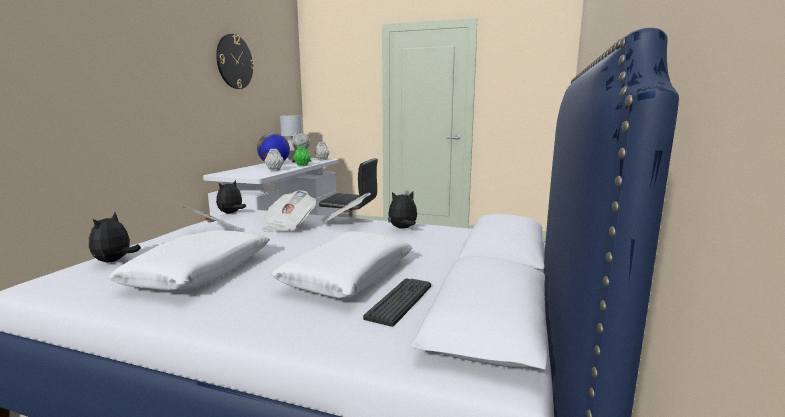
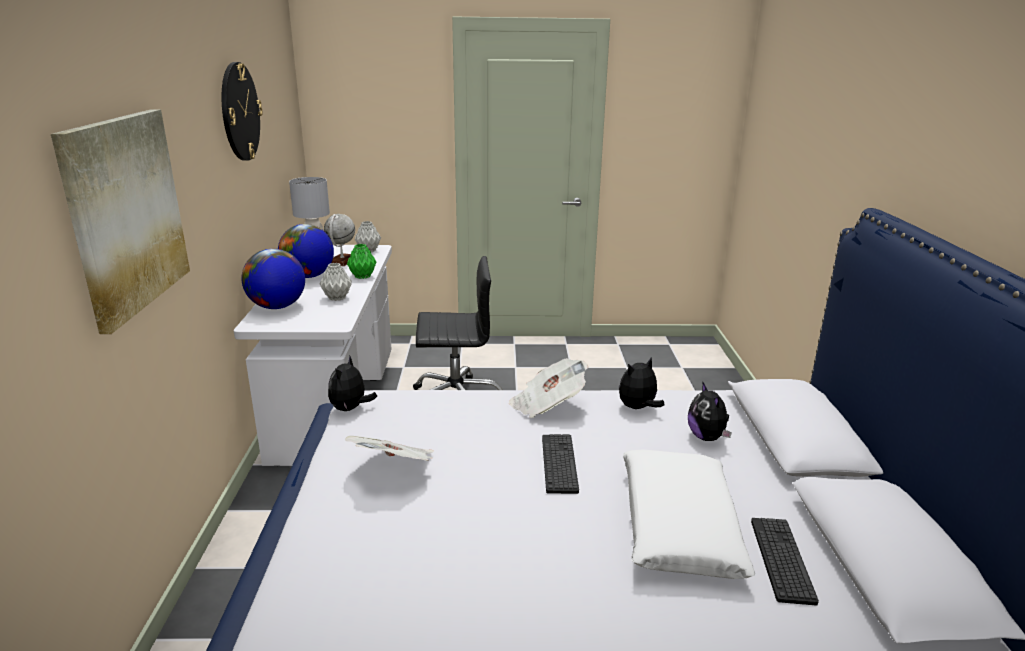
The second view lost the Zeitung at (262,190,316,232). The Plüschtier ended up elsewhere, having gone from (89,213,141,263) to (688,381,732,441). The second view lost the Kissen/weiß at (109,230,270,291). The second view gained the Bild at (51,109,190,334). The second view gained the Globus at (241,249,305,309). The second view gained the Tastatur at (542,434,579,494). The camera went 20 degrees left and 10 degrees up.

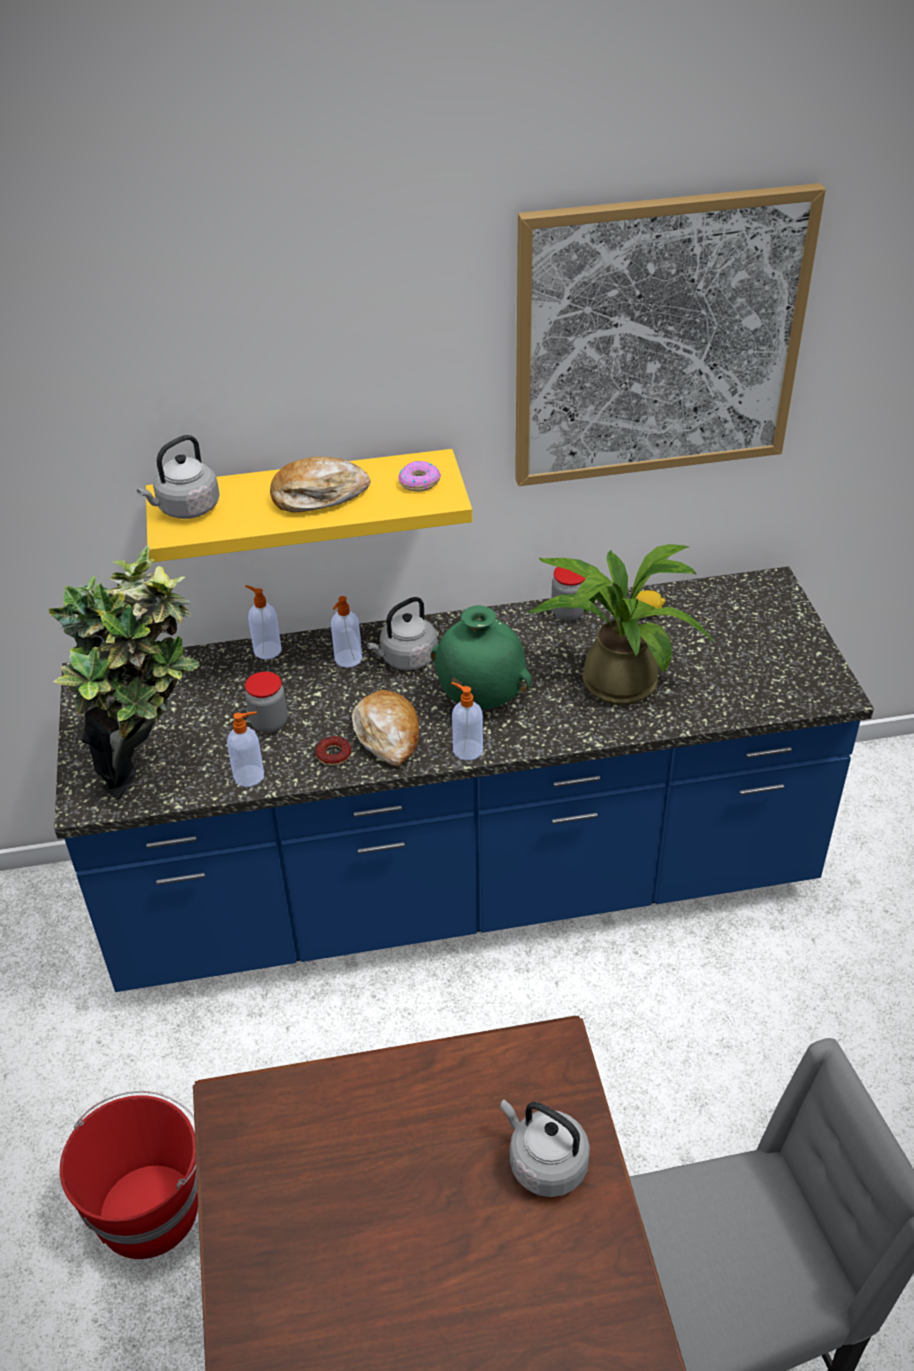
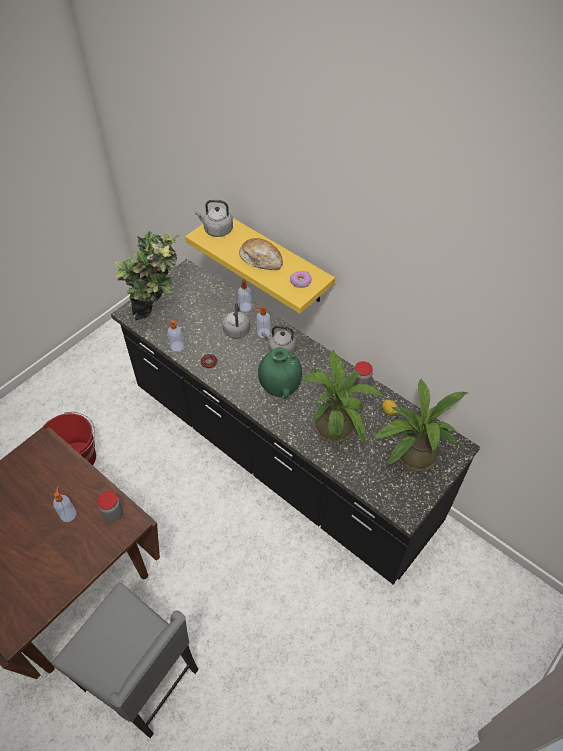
The second view lost the Bild at (515,183,826,486). What was the Küchenzeile/blau at (54,566,874,992) turned into the Küchenzeile/schwarz at (111,259,480,585). The Vorratsglas ended up elsewhere, having gone from (245,672,287,733) to (97,491,123,522). The Seifenspender ended up elsewhere, having gone from (451,682,483,760) to (53,485,76,522). The second view lost the Brot at (352,690,419,767). The Wasserkessel/grau ended up elsewhere, having gone from (500,1099,590,1197) to (222,303,250,339). The second view gained the Topfpflanze at (373,379,467,471). The camera went 50 degrees right and 10 degrees up.

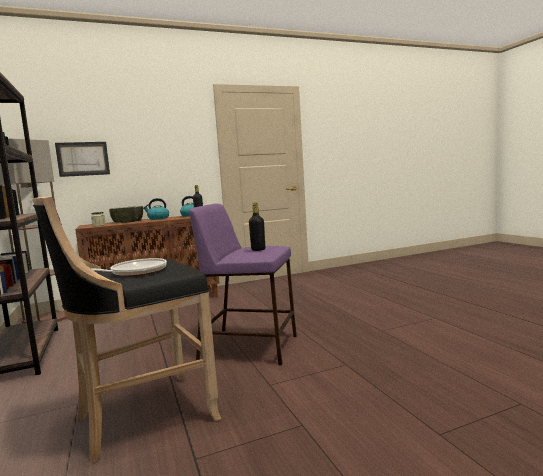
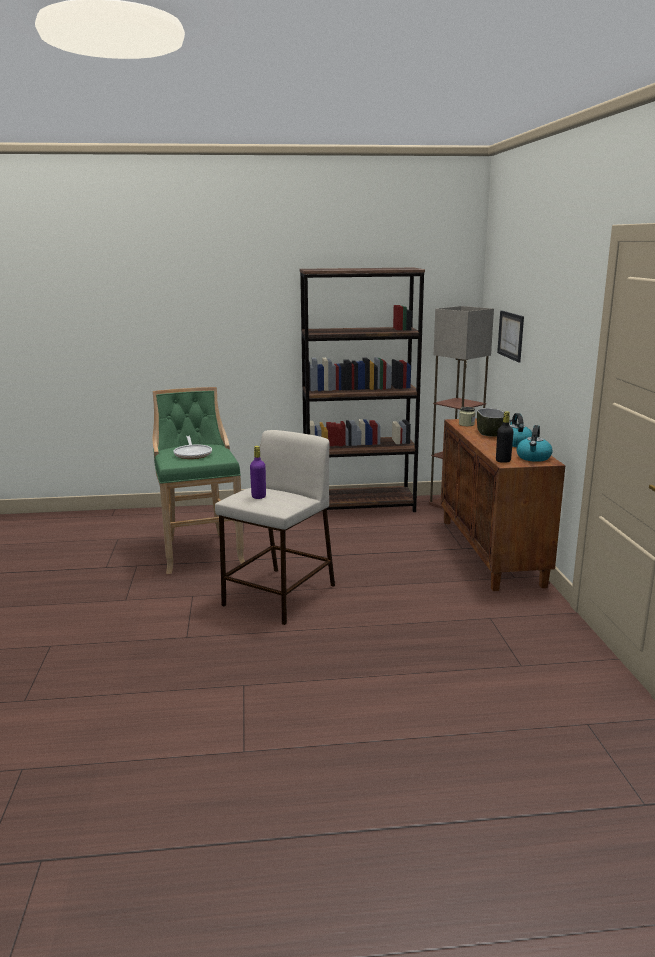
What was the Hocker/schwarz at (32,196,222,462) turned into the Hocker/grün at (153,387,245,574). What was the Flasche/schwarz at (249,203,265,251) turned into the Flasche/lila at (250,446,266,499). What was the Hocker/lila at (189,204,297,365) turned into the Hocker/beige at (215,430,335,625). The camera went 105 degrees right and 10 degrees up.

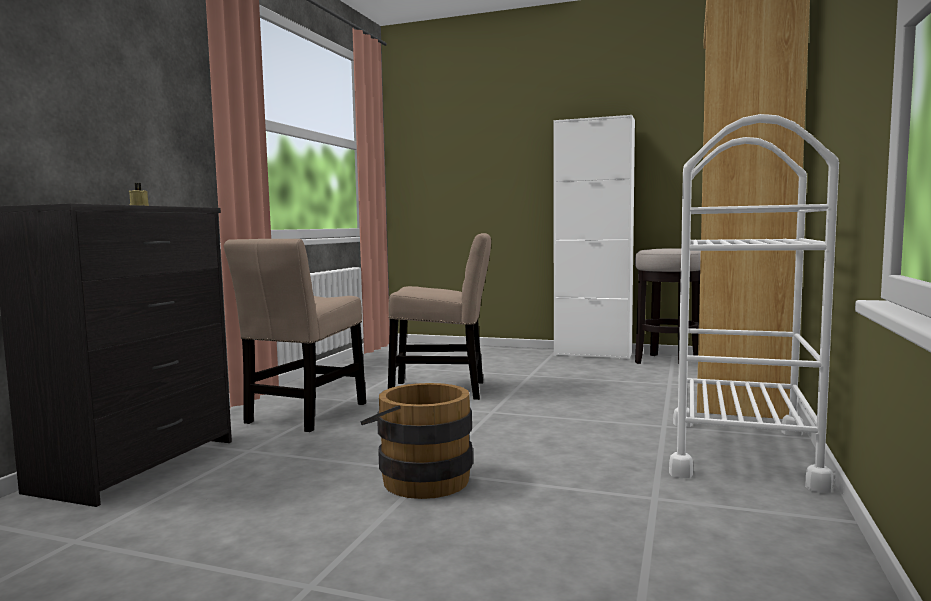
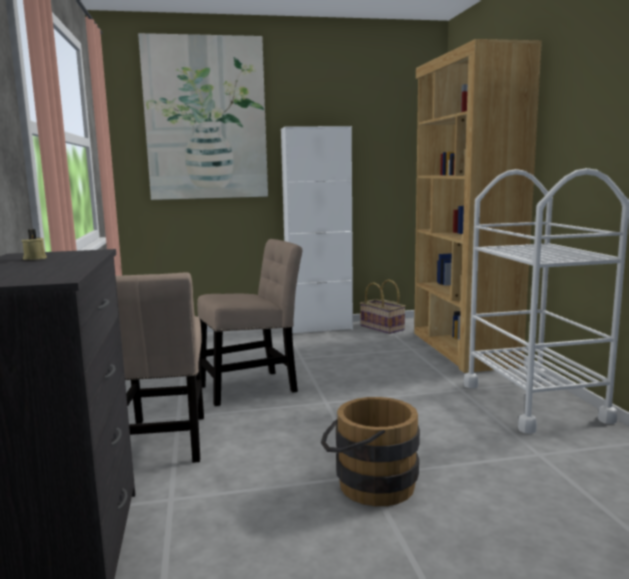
Where the Hocker stood at (635,248,701,364), the Korb came to stand at (360,279,406,334). The second view gained the Bild at (138,33,268,200). The camera went 30 degrees left and 5 degrees up.

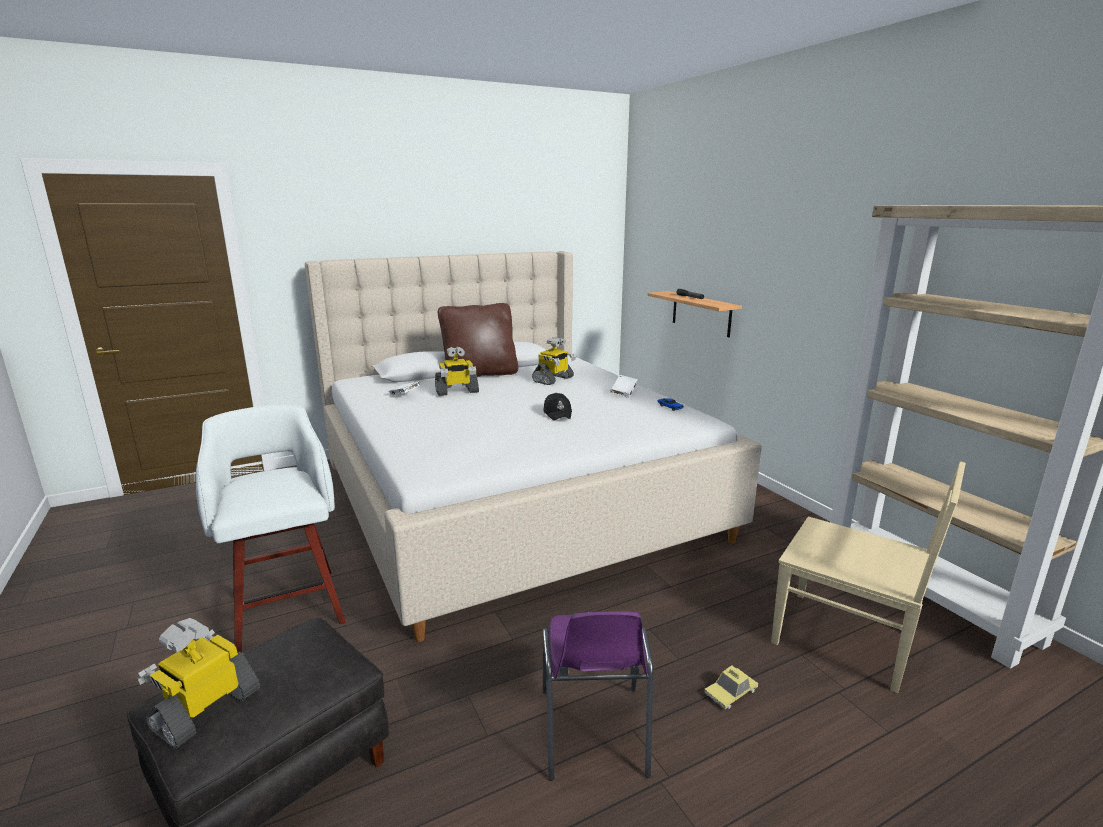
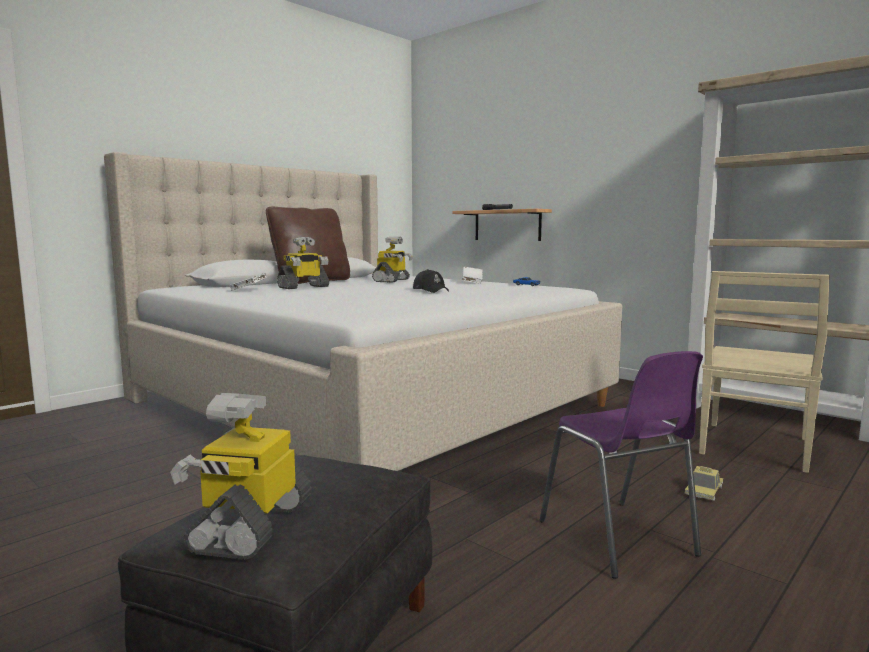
The second view lost the Hocker/weiß at (196,405,346,653). The Stuhl/beige at (771,462,966,693) ended up facing another way, 105 degrees clockwise from before. The camera went 20 degrees left and 10 degrees down.

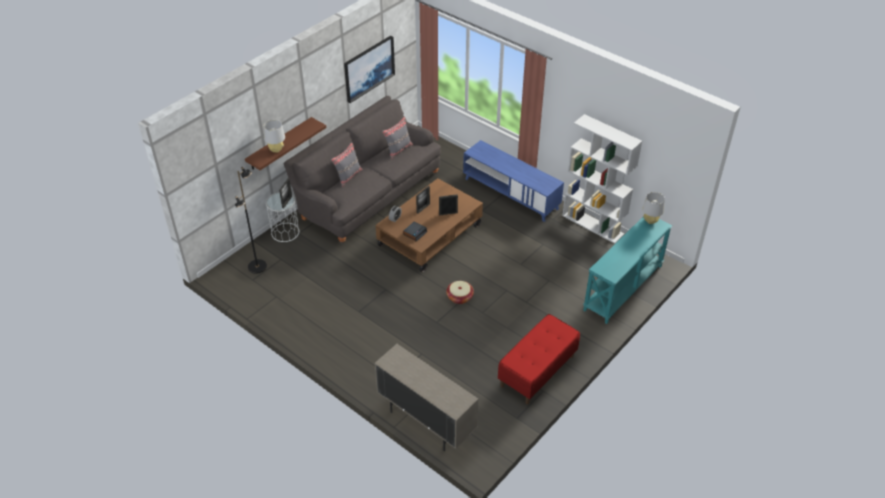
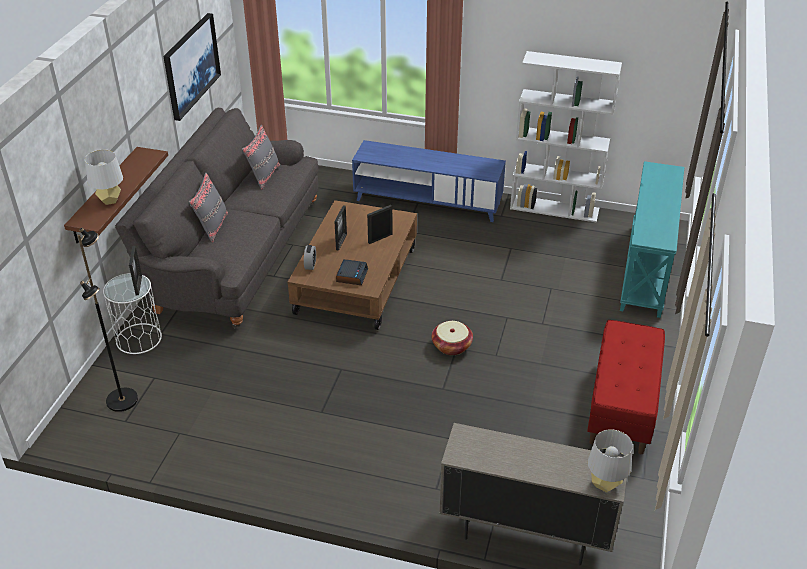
The Tischlampe/grau ended up elsewhere, having gone from (642,192,665,224) to (588,429,633,493). The camera went 25 degrees left and 5 degrees down.

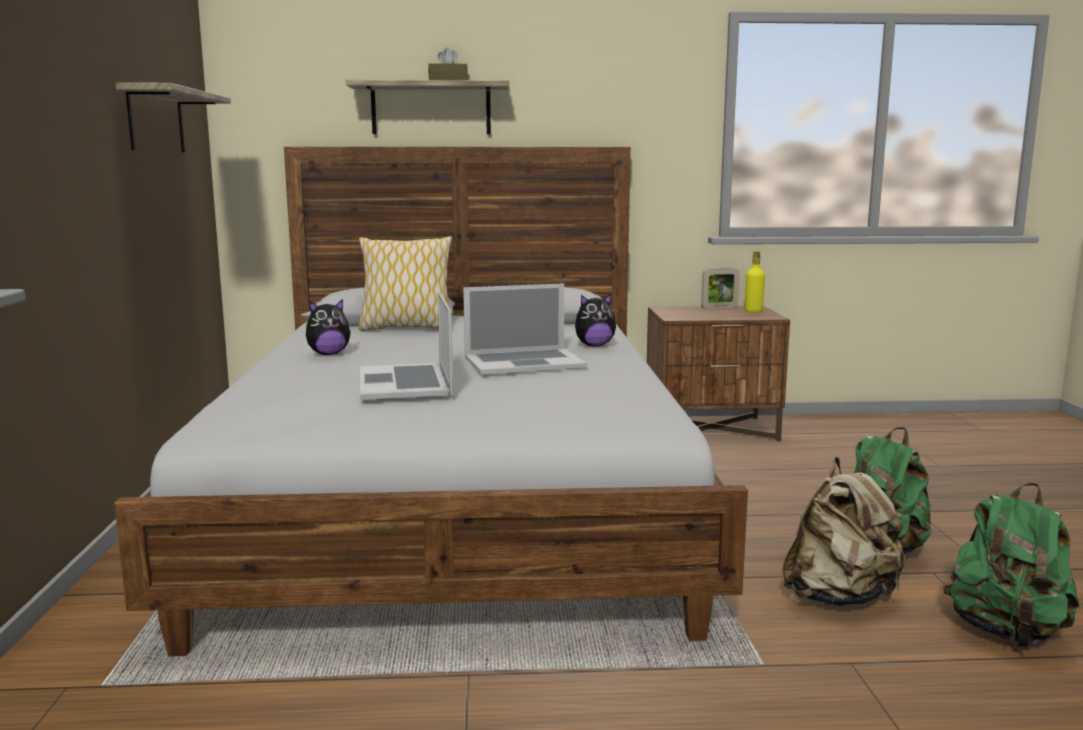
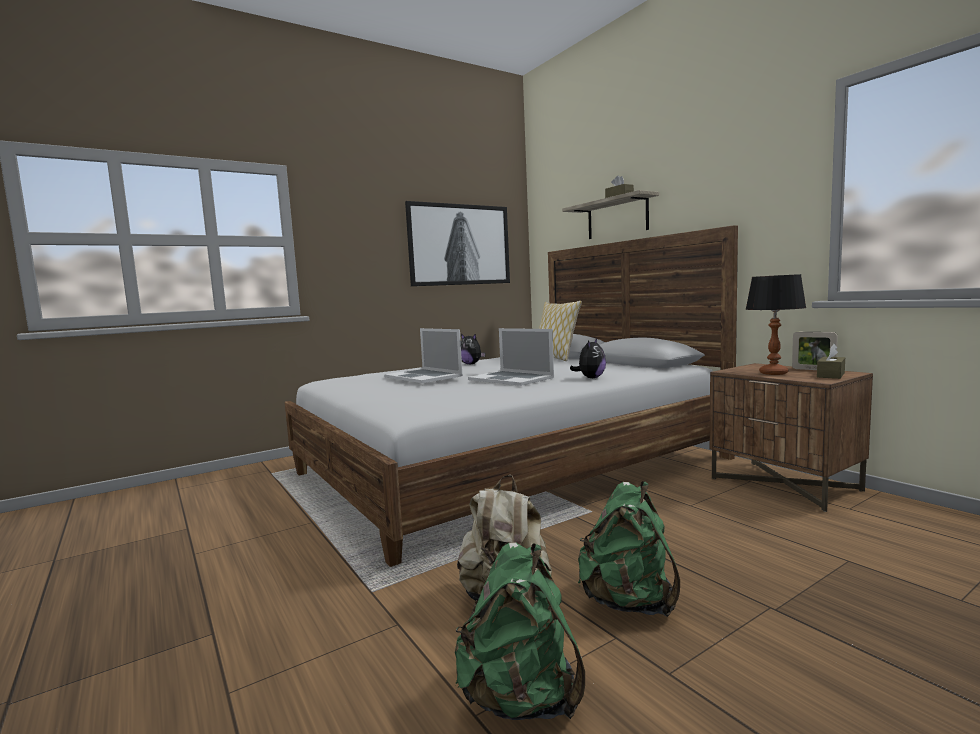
Where the Wandregal hung at (115,82,231,152), the Bild came to hang at (405,201,510,286). Where the Flasche/gelb stood at (745,252,765,312), the Taschentuchbox/braun came to stand at (817,344,845,379). The Laptop at (360,292,453,400) ended up facing another way, 90 degrees counterclockwise from before. The Plüschtier at (575,294,616,347) ended up facing another way, 105 degrees counterclockwise from before. The second view gained the Tischlampe at (746,274,806,375). The camera went 60 degrees right and 5 degrees down.

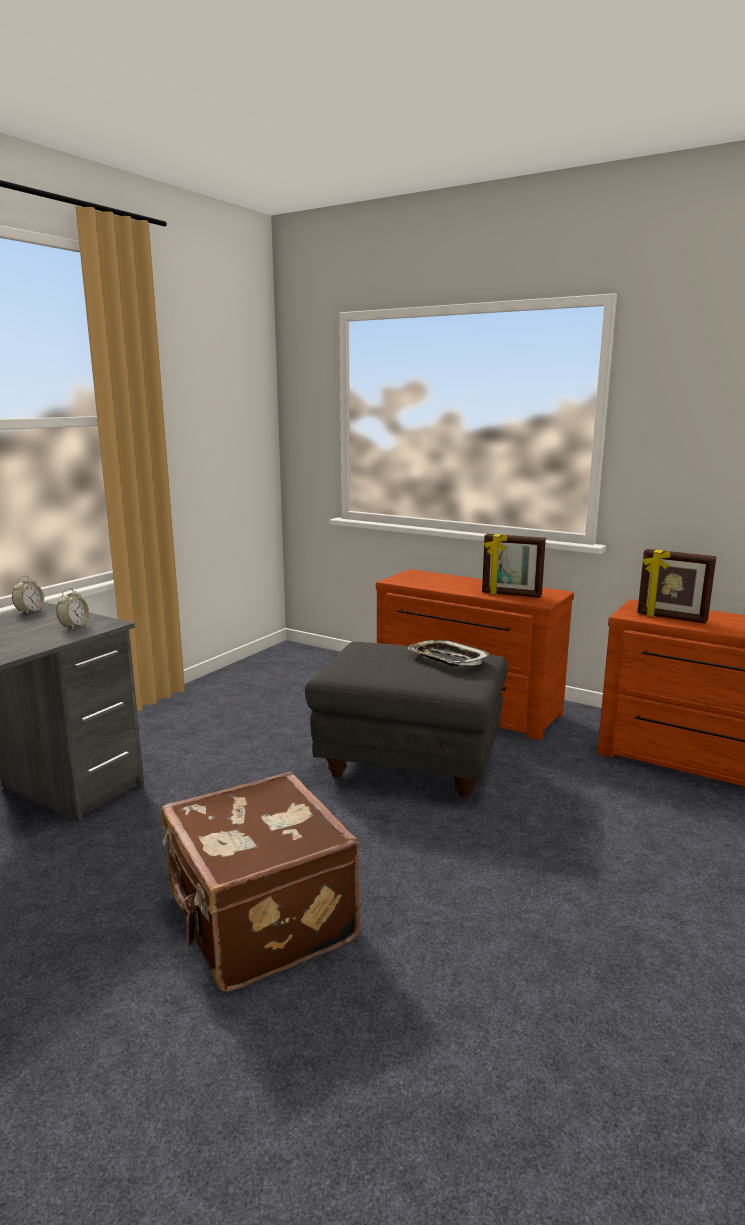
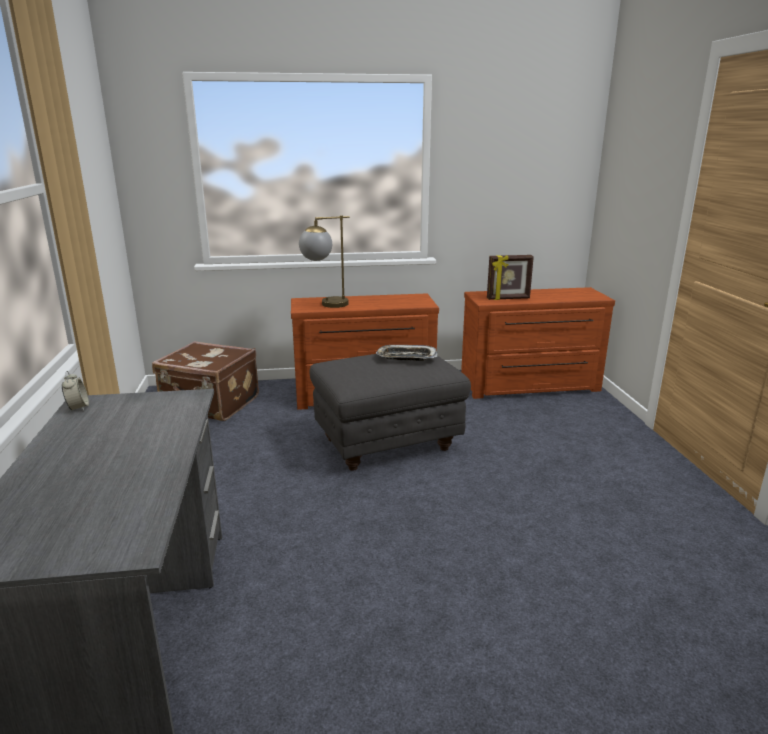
The second view lost the Bilderrahmen at (482,534,546,598). The second view lost the Wecker at (56,588,89,629). The Koffer/braun ended up elsewhere, having gone from (161,772,360,991) to (152,341,259,421). The second view gained the Tischlampe at (299,215,350,308). The camera went 40 degrees left and 5 degrees up.

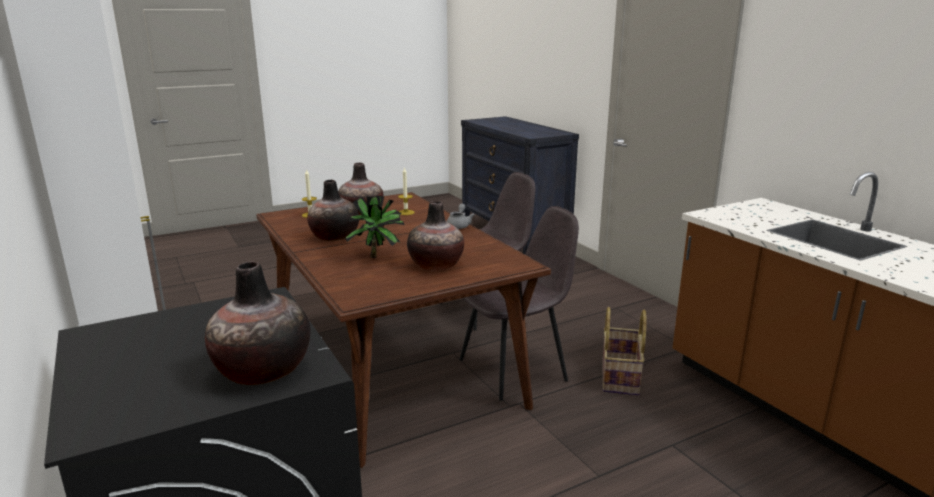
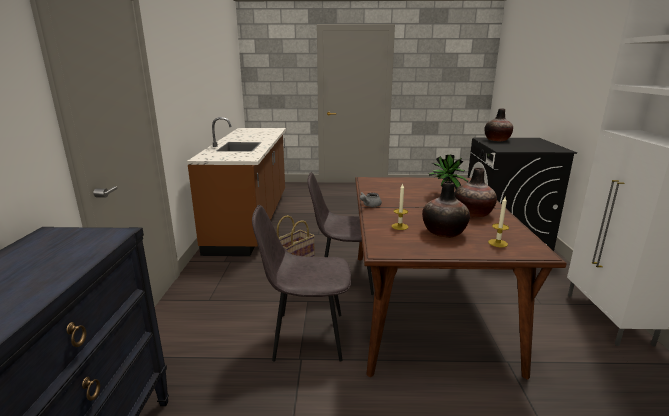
The second view lost the Vase at (407,201,464,271). The camera went 150 degrees left and 0 degrees up.

